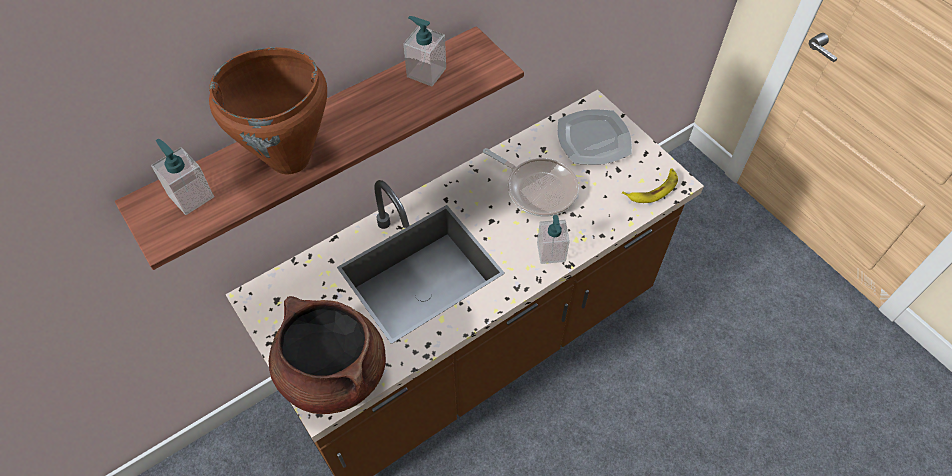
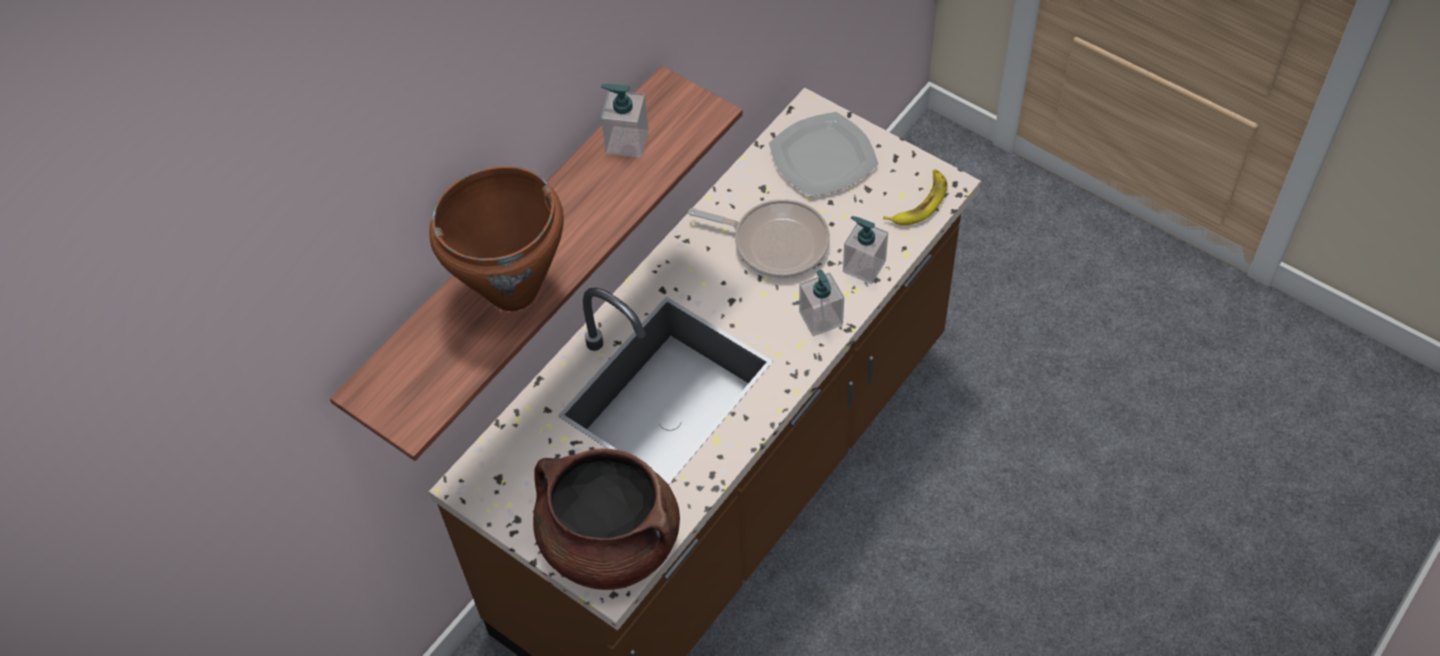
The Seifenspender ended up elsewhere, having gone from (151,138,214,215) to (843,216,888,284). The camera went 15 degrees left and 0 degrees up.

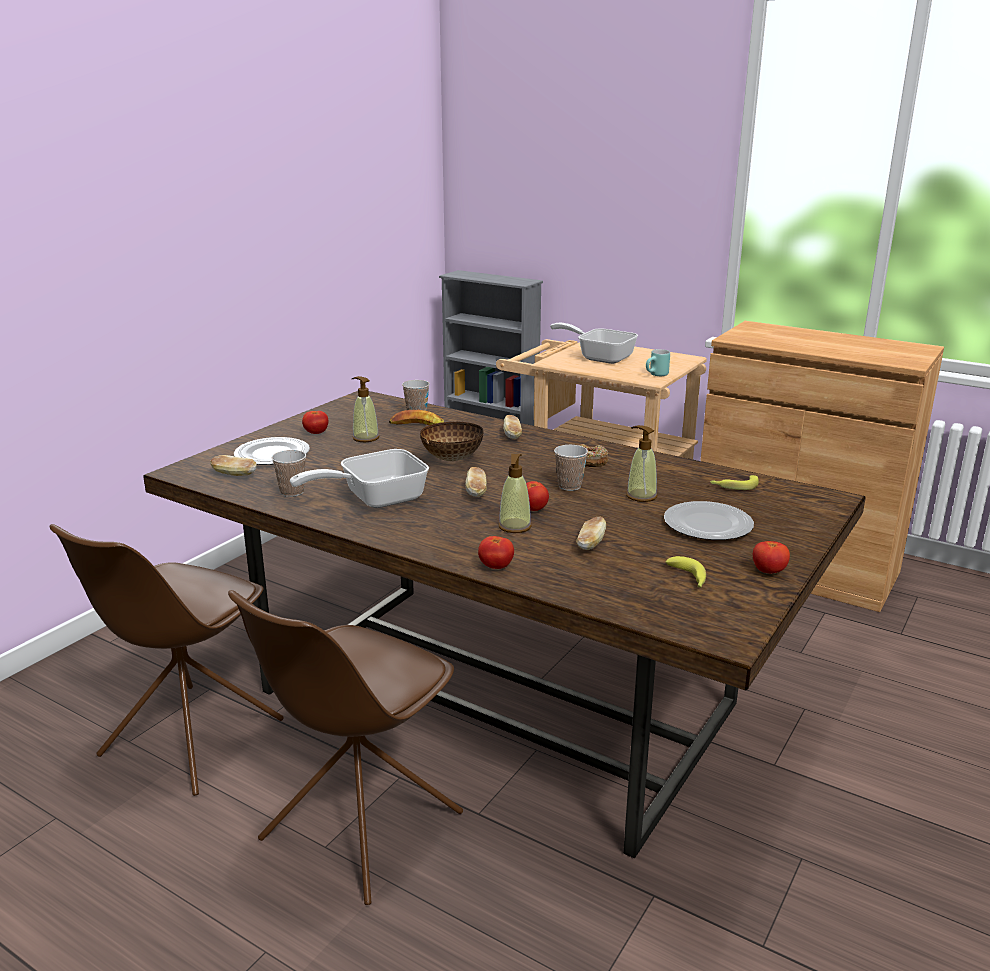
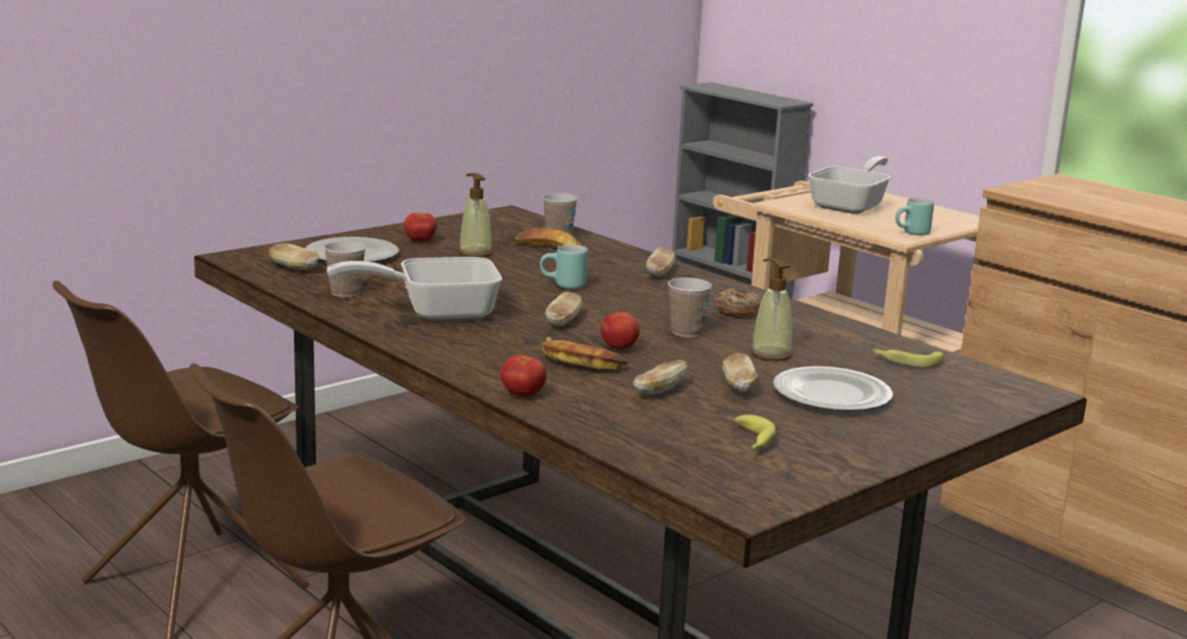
The Pfanne at (550,323,638,364) ended up facing another way, 75 degrees clockwise from before. Where the Schüssel stood at (420,422,484,461), the Henkelbecher/türkis came to stand at (540,245,588,289). Where the Seifenspender stood at (498,454,532,533), the Banane came to stand at (541,336,628,371). The second view lost the Tomate at (753,541,790,573). The second view gained the Brot at (722,353,758,392). The camera went 15 degrees right and 5 degrees down.

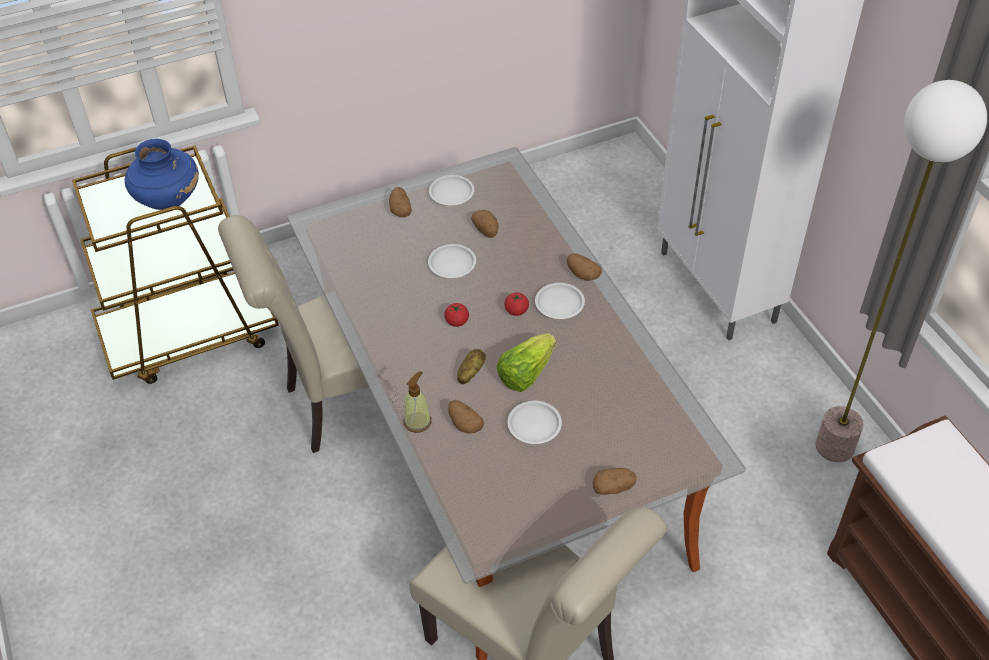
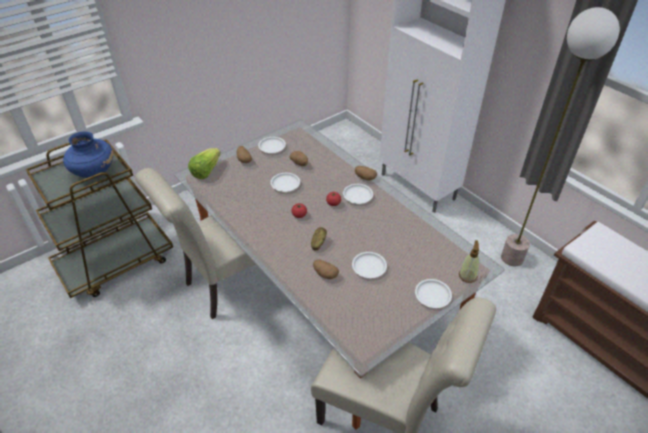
The Salatkopf ended up elsewhere, having gone from (497,333,556,392) to (188,148,221,179). The Seifenspender ended up elsewhere, having gone from (404,371,431,433) to (459,240,479,283). Where the Kartoffel stood at (593,468,636,495), the Teller/weiß came to stand at (415,279,452,308). The camera went 15 degrees left and 5 degrees down.

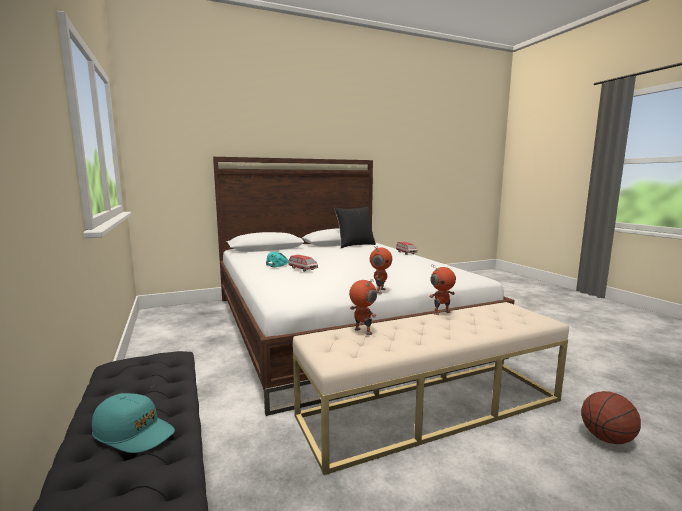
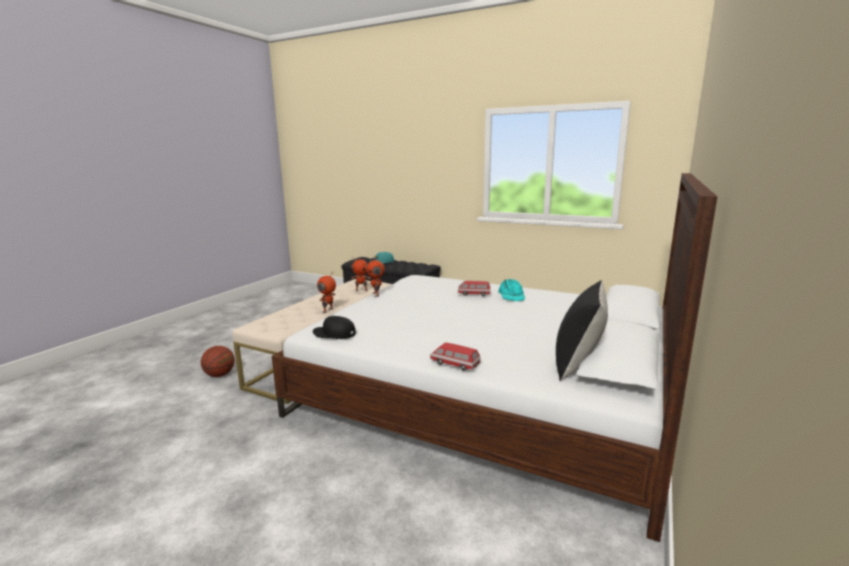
The second view gained the Kappe/schwarz at (313,316,356,339). The camera went 140 degrees right and 5 degrees up.

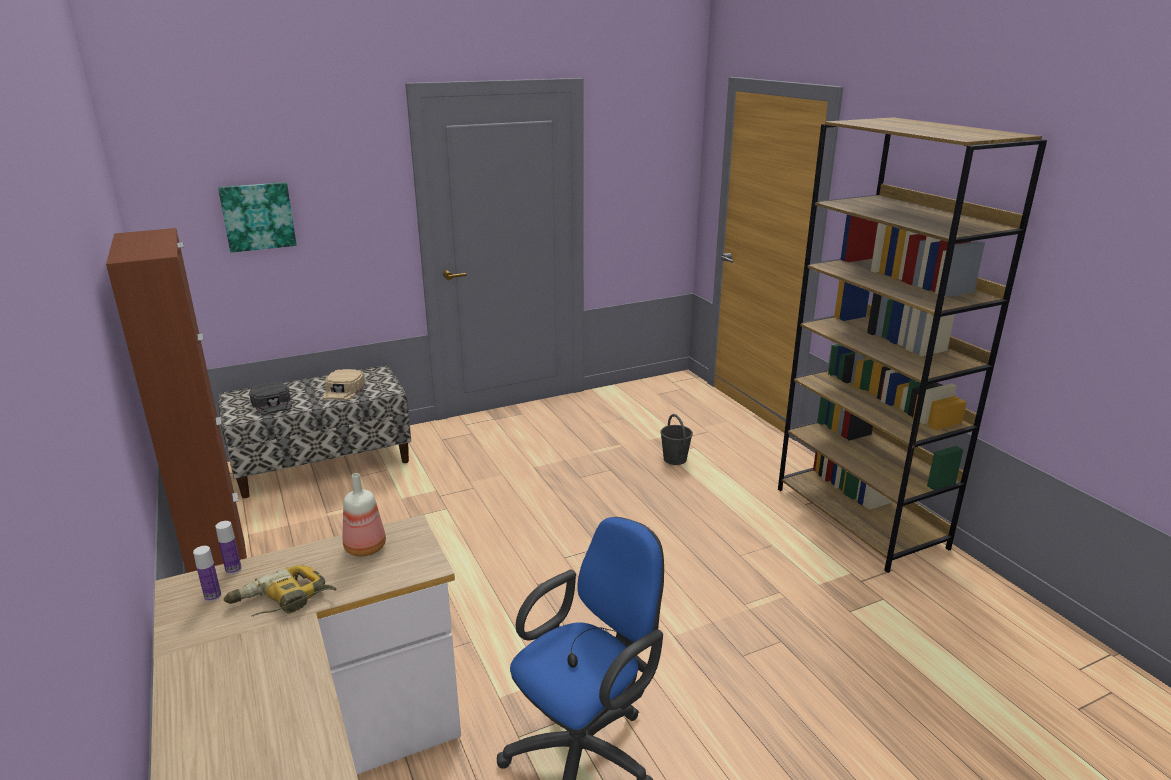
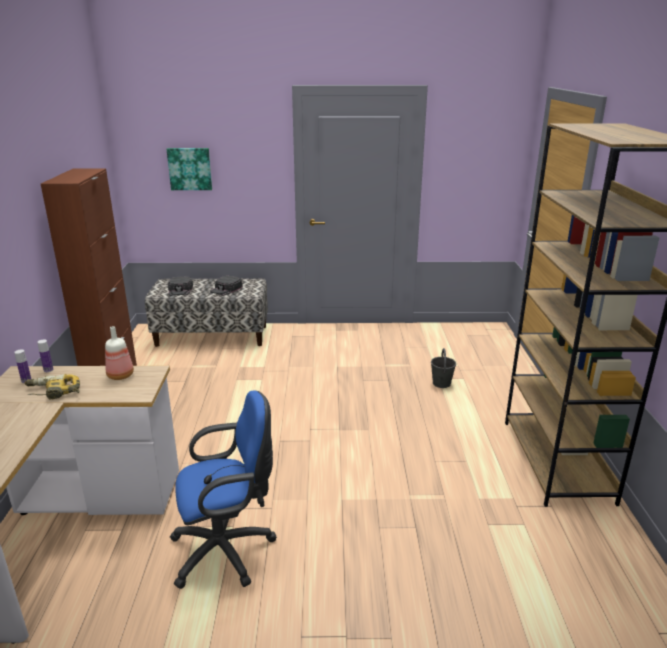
What was the Kappe/beige at (322,369,365,400) turned into the Kappe/schwarz at (210,276,243,296). The camera went 25 degrees right and 0 degrees up.

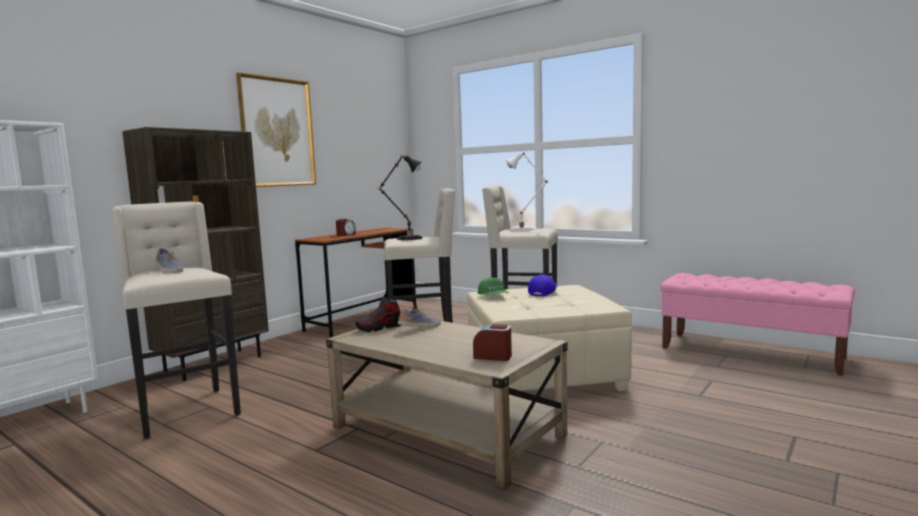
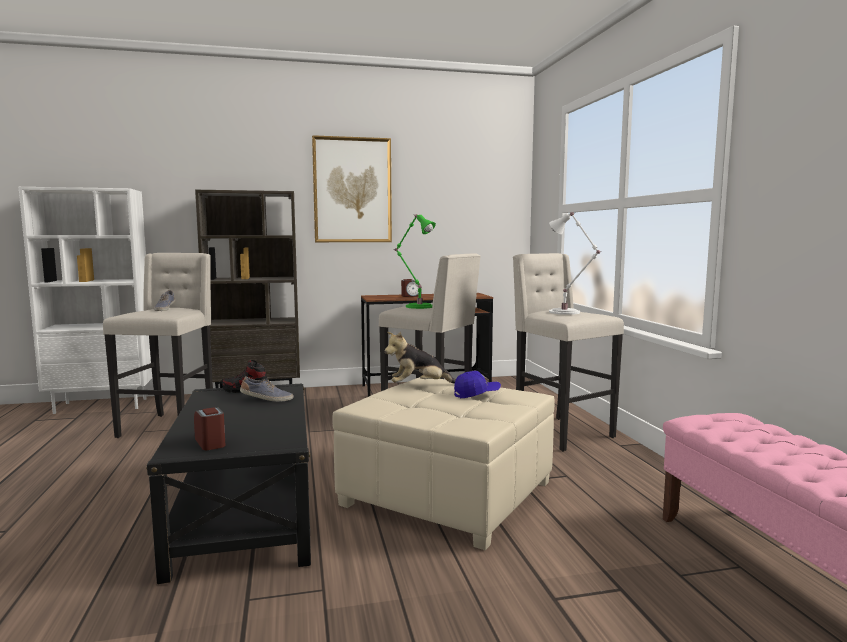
What was the Tischlampe/schwarz at (377,155,422,240) turned into the Tischlampe/grün at (393,214,436,309). Where the Kappe/grün stood at (478,277,509,296), the Plüschtier came to stand at (385,332,456,384). What was the Couchtisch/beige at (326,321,568,490) turned into the Couchtisch/schwarz at (146,384,311,584). The camera went 40 degrees right and 0 degrees up.

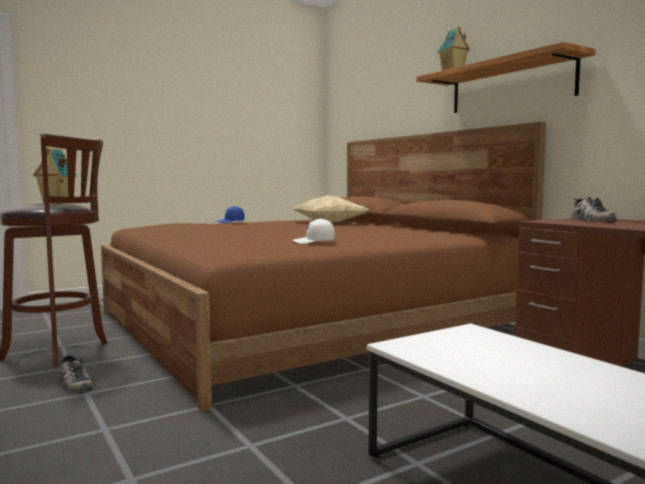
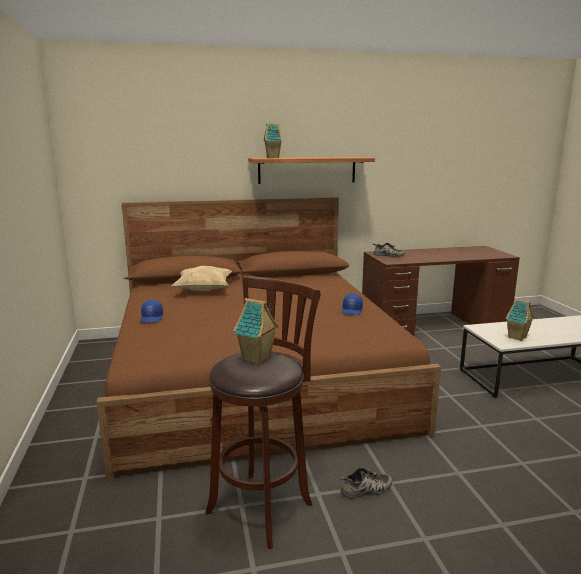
What was the Kappe/weiß at (293,219,335,244) turned into the Kappe/blau at (342,294,363,315). The second view gained the Spielzeughaus at (506,298,534,341). The camera went 70 degrees left and 10 degrees up.

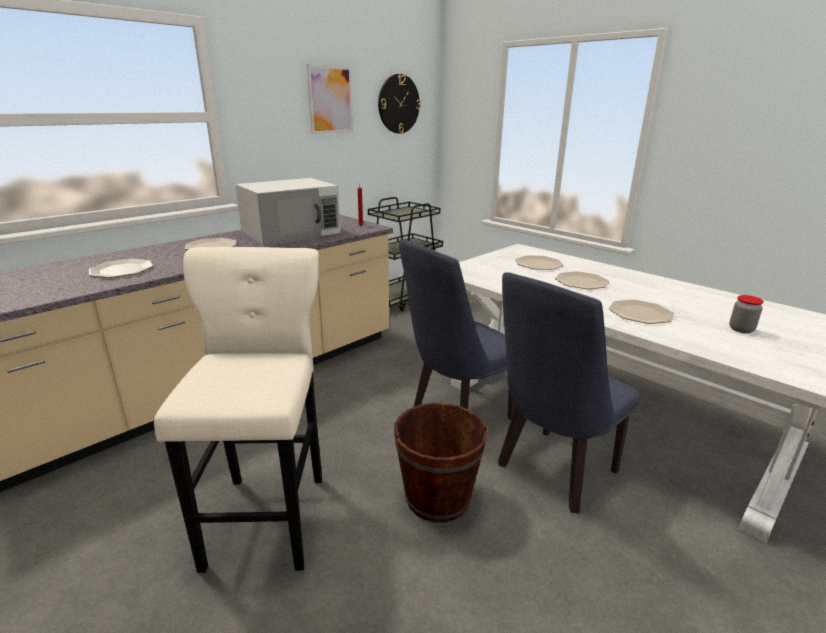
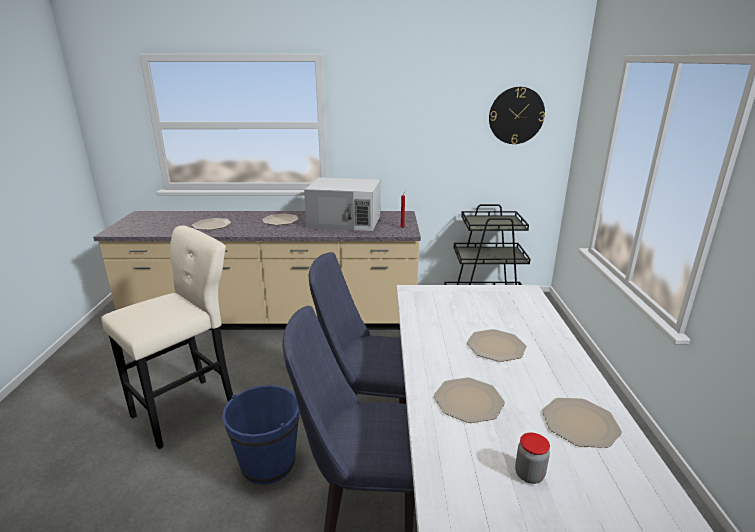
The second view lost the Bild at (307,64,354,134). The Teller ended up elsewhere, having gone from (515,255,563,270) to (542,398,622,448). What was the Eimer/braun at (394,403,488,522) turned into the Eimer/blau at (222,385,299,485). The camera went 45 degrees right and 0 degrees up.

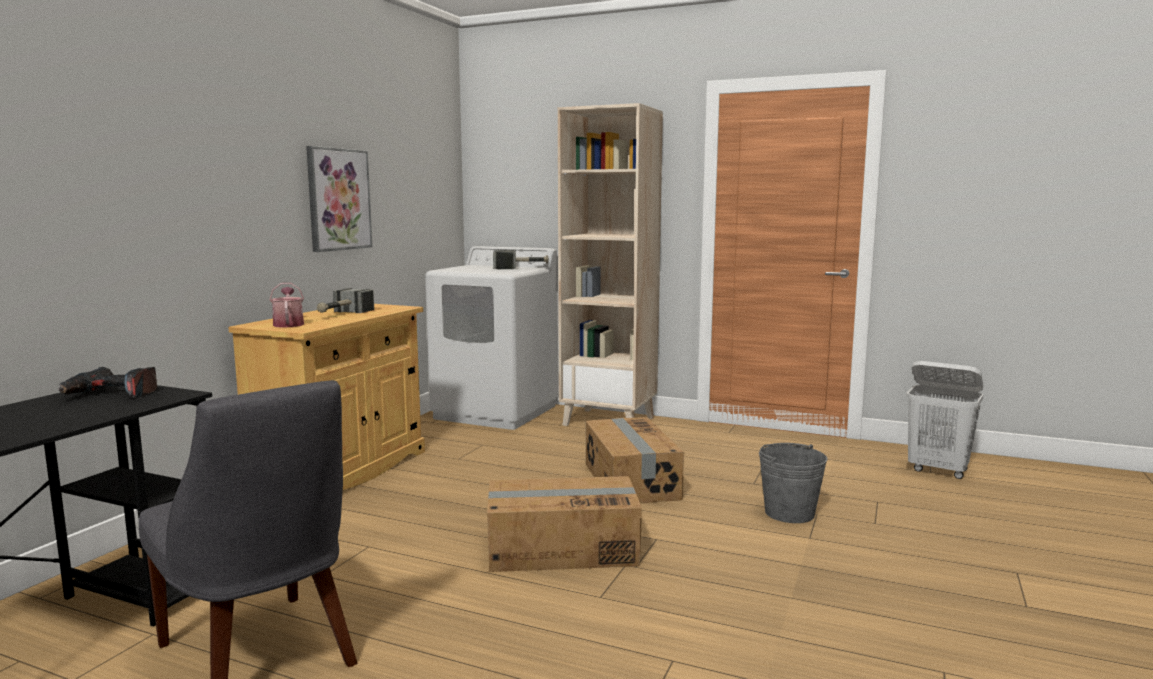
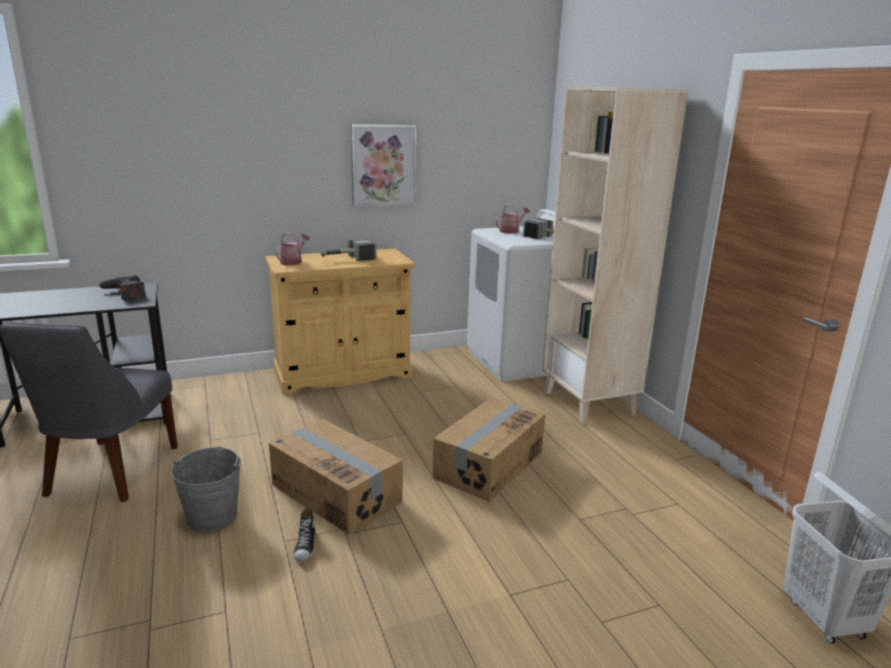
The Eimer/grau ended up elsewhere, having gone from (759,443,828,523) to (171,447,241,532). The second view gained the Gießkanne at (496,203,530,234). The second view gained the Schuh at (294,507,315,562). The camera went 45 degrees right and 10 degrees up.

